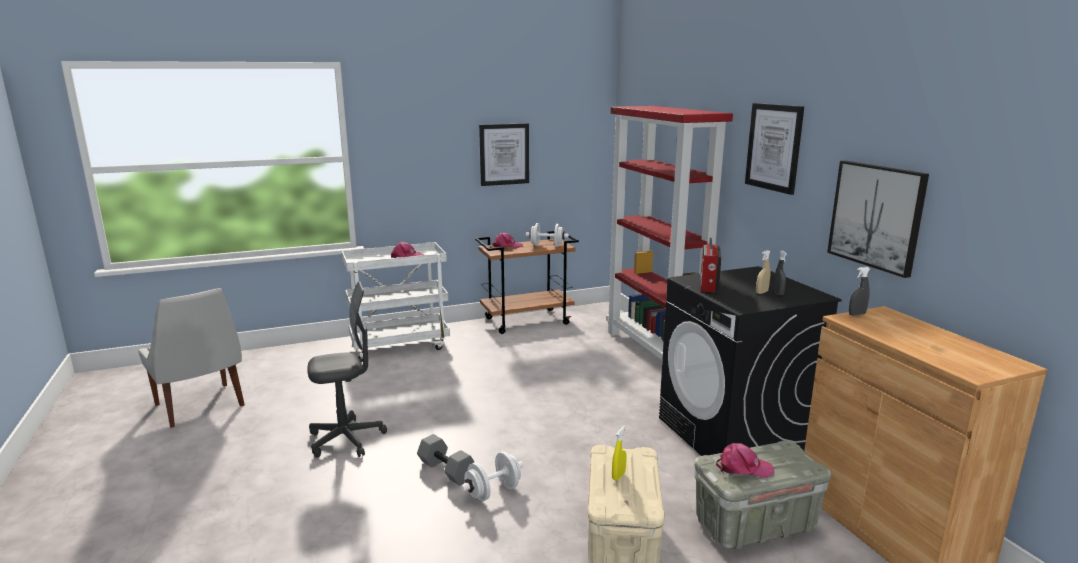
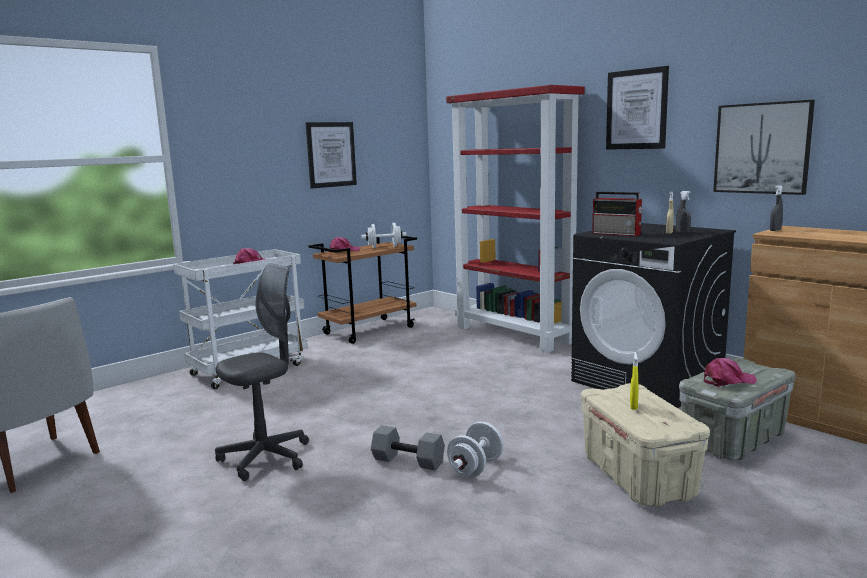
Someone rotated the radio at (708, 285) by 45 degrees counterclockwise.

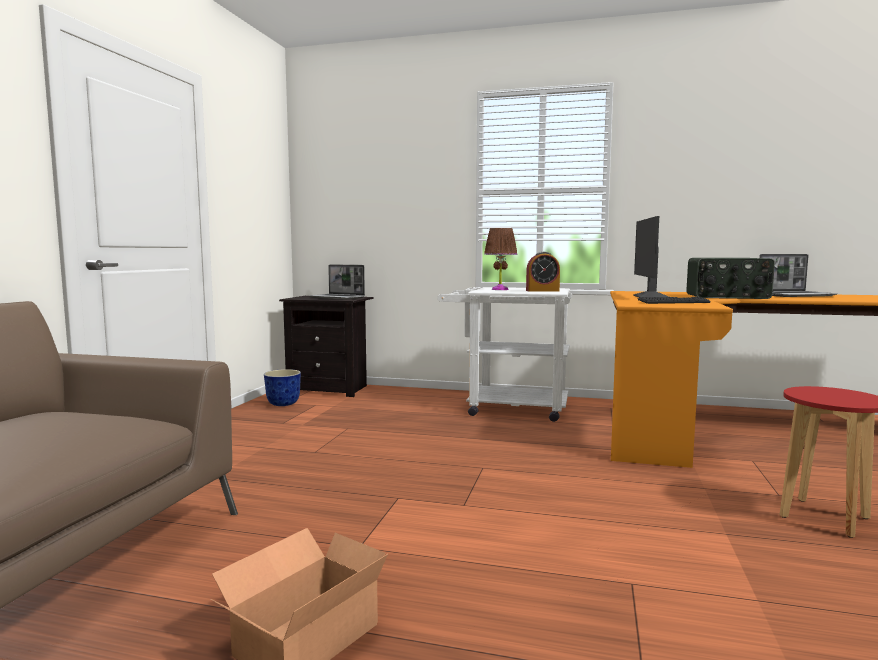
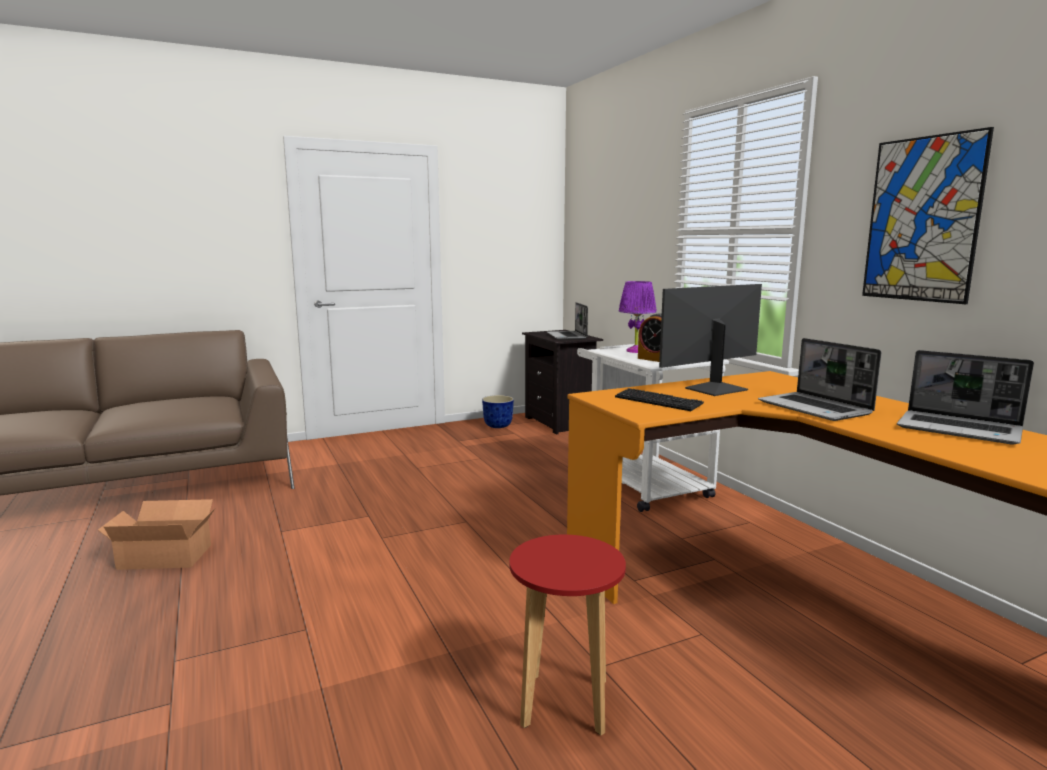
Someone repainted the lampa stołowa (brązowy) at (500, 289), which became the lampa stołowa (fioletowy) at (636, 351). Someone swapped the radio at (727, 296) for the laptop at (815, 408). Someone put up the obraz at (922, 219).

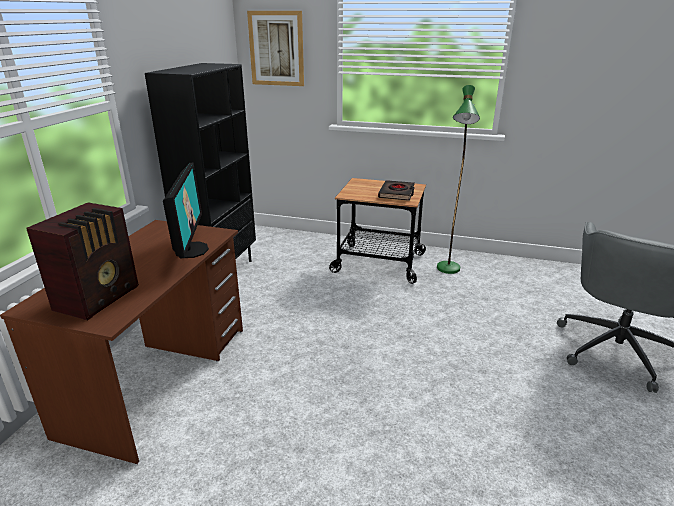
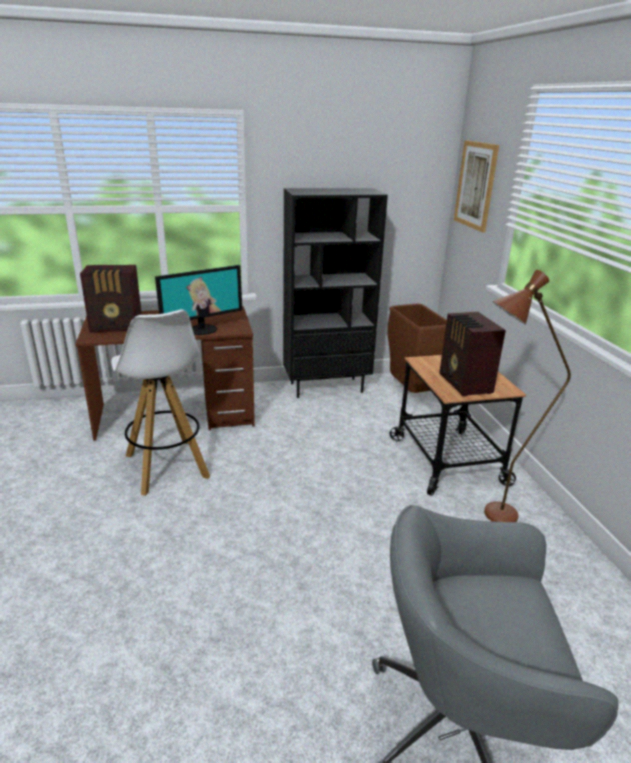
Someone put down the stołek (biały) at (167, 466). Someone put down the kosz na śmieci (brązowy) at (411, 393). Someone swapped the książka (czarny) at (397, 193) for the radio at (464, 384). Someone repainted the lampa stojąca (zielony) at (448, 272), which became the lampa stojąca (brązowy) at (490, 517).

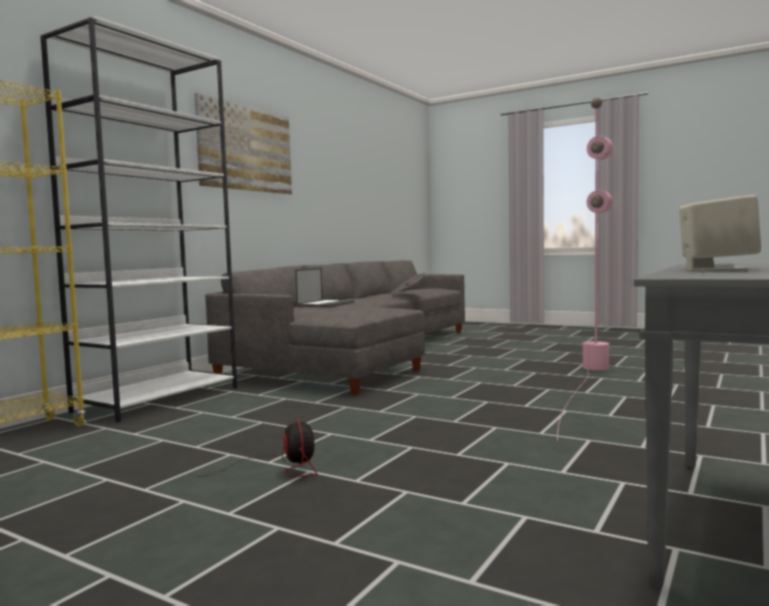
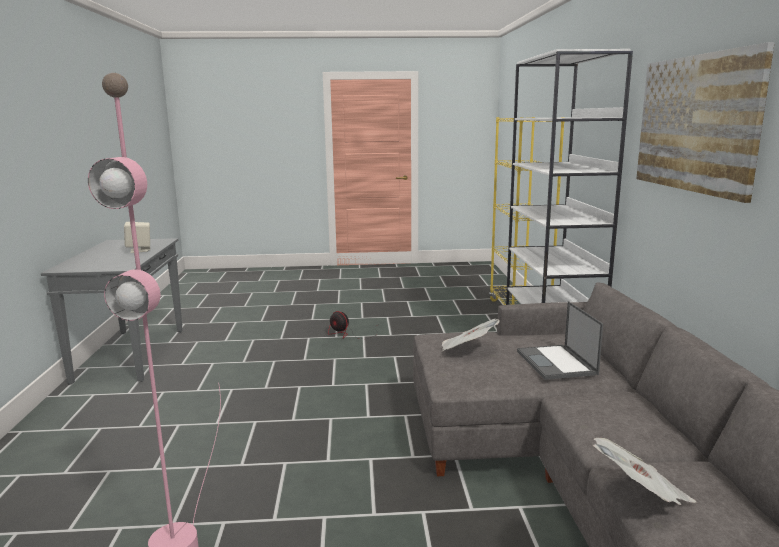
Someone put down the gazeta at (467, 349).

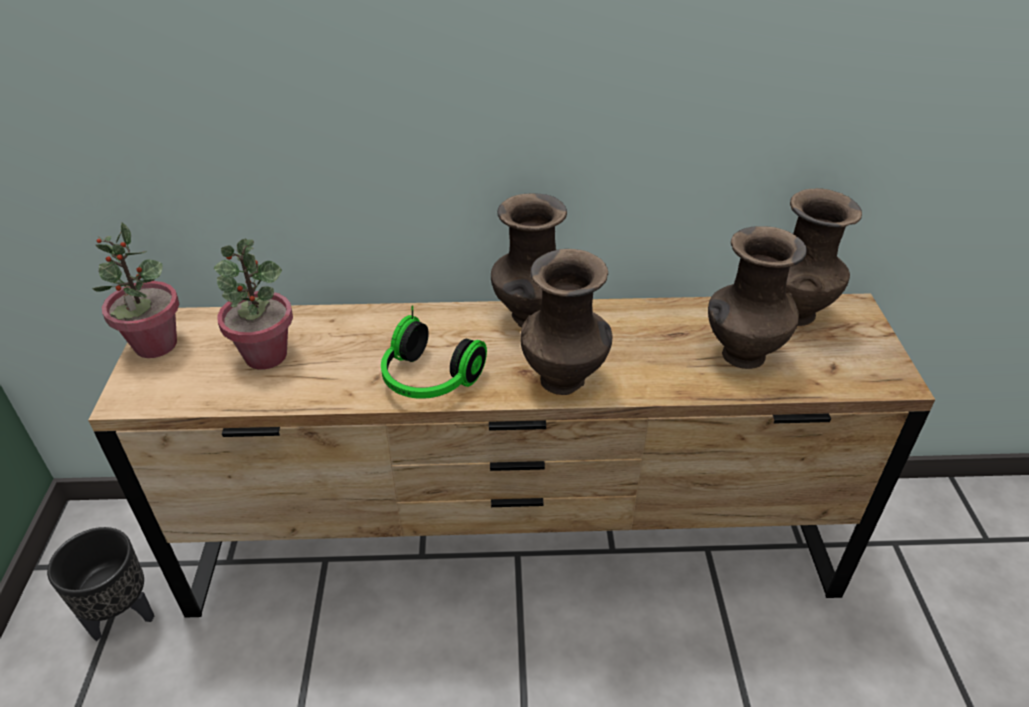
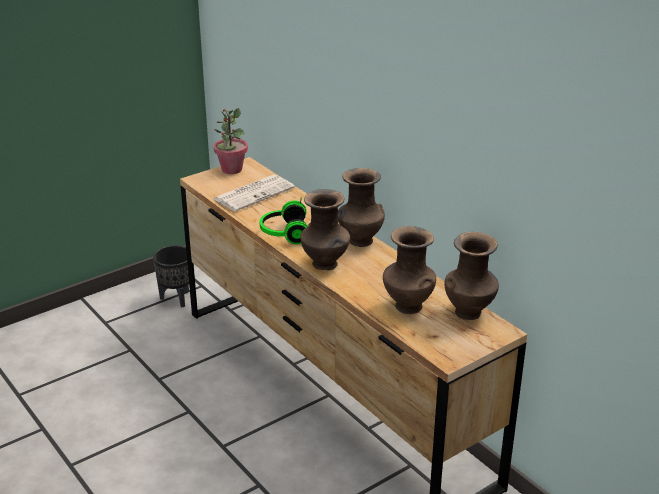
Someone swapped the roślina doniczkowa at (266, 355) for the gazeta at (254, 193).

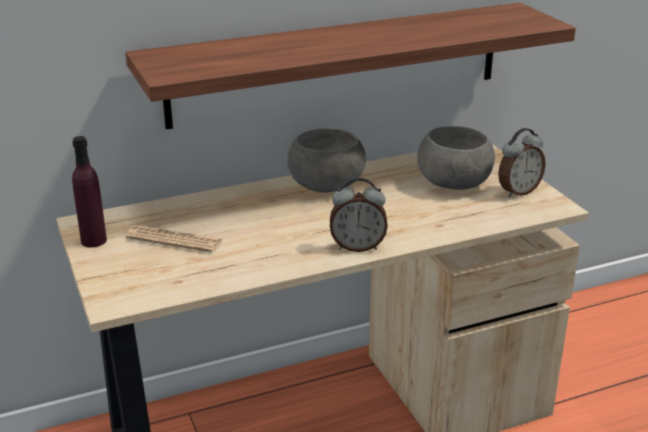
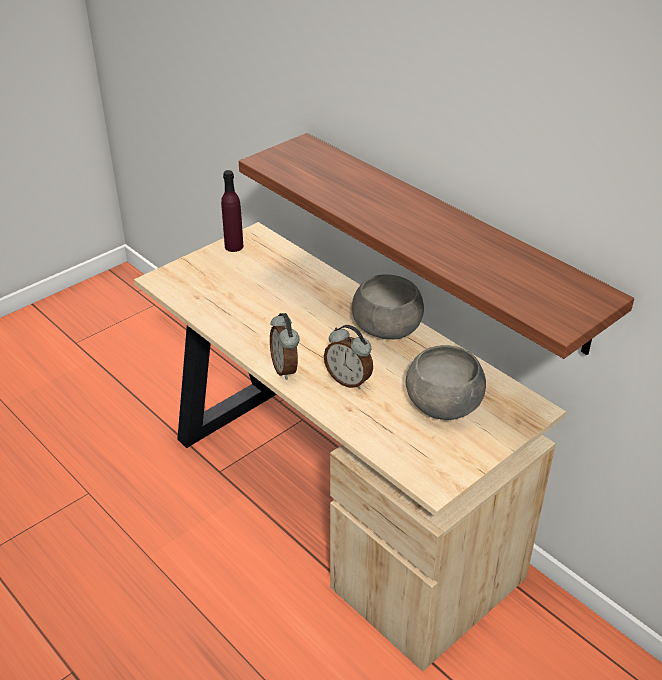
Someone carried the budzik from (518, 191) to (349, 380). Someone took away the gazeta at (174, 240).

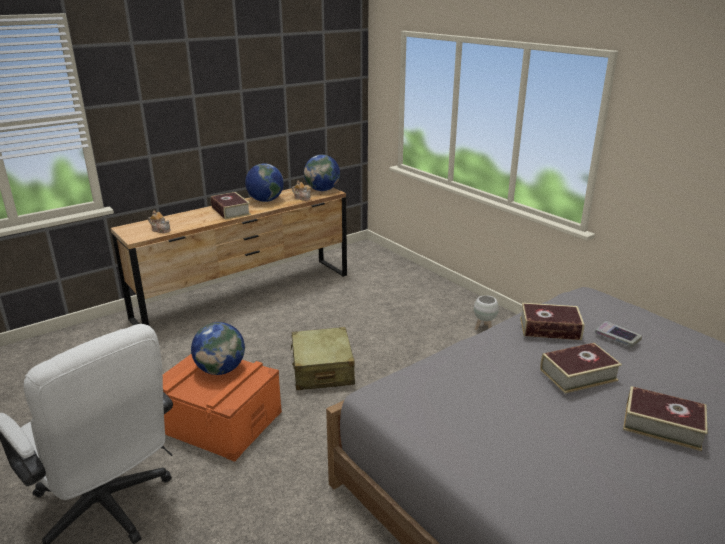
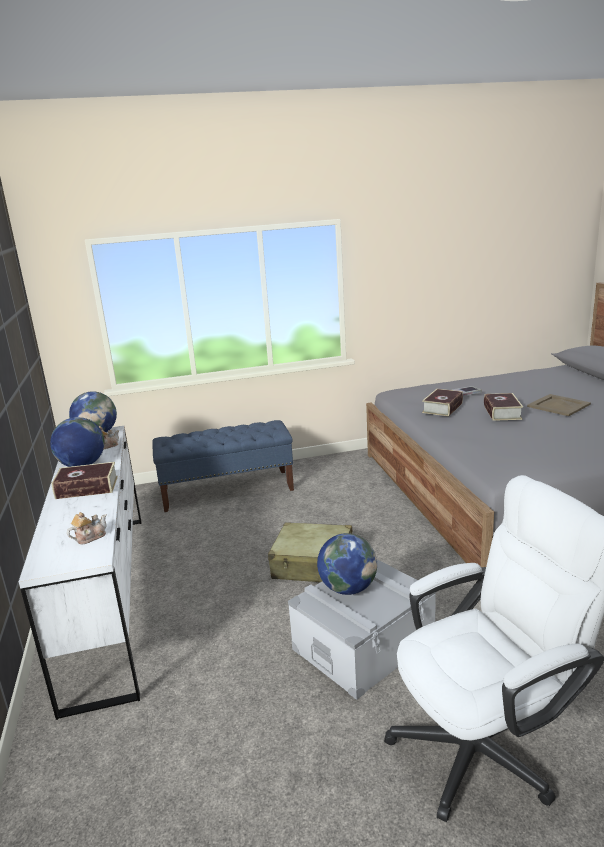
Someone repainted the komoda (brązowy) at (245, 296), which became the komoda (biały) at (109, 597). Someone put down the ławka (niebieski) at (228, 490). Someone repainted the pojemnik do przechowywania (pomarańczowy) at (219, 421), which became the pojemnik do przechowywania (szary) at (363, 644). Someone swapped the książka at (662, 425) for the taca (beżowy) at (559, 405). Someone took away the donica (biały) at (484, 329).

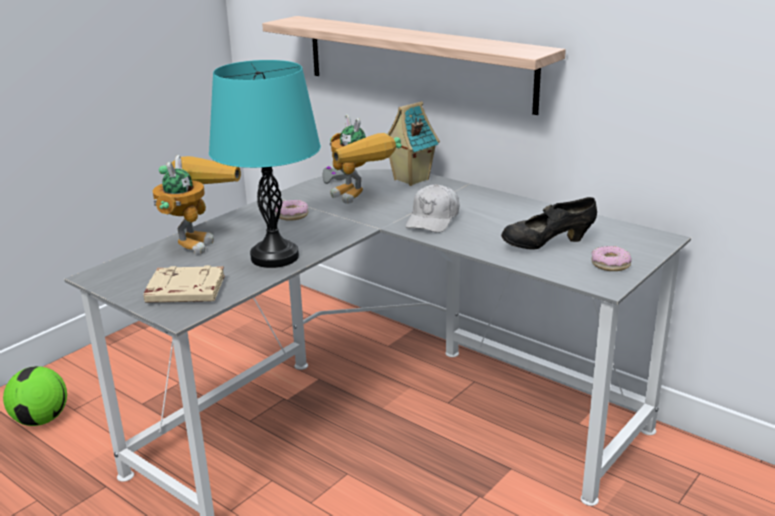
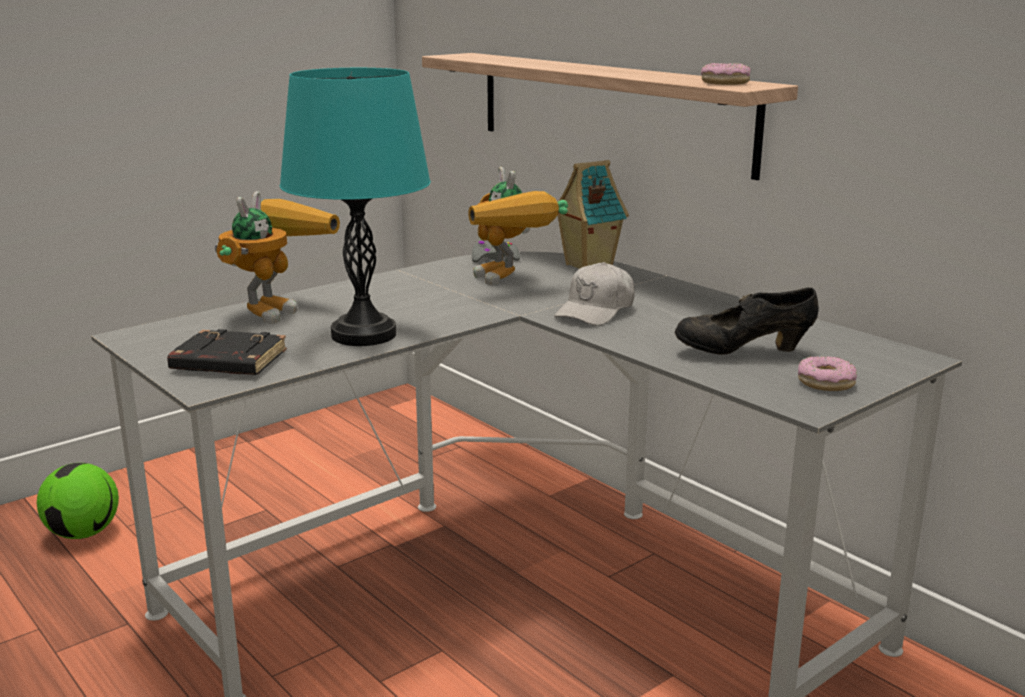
Someone repainted the książka (beżowy) at (185, 292), which became the książka (czarny) at (227, 362). Someone carried the donut from (292, 215) to (725, 82).

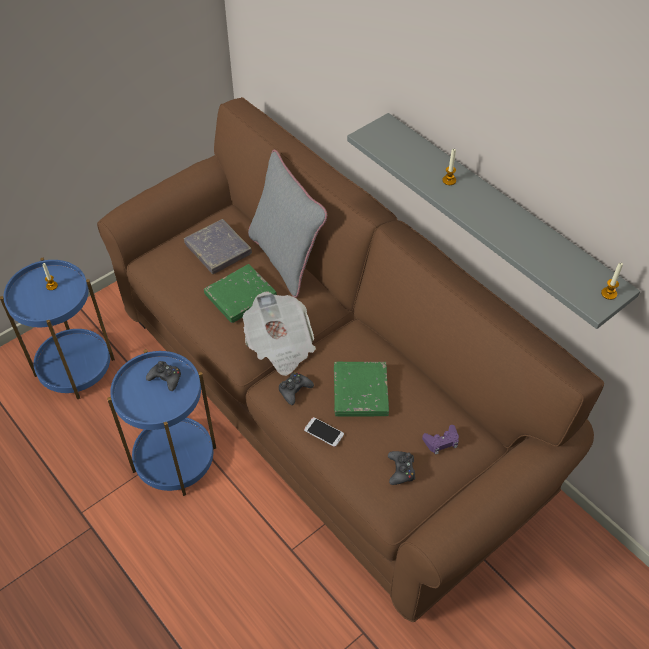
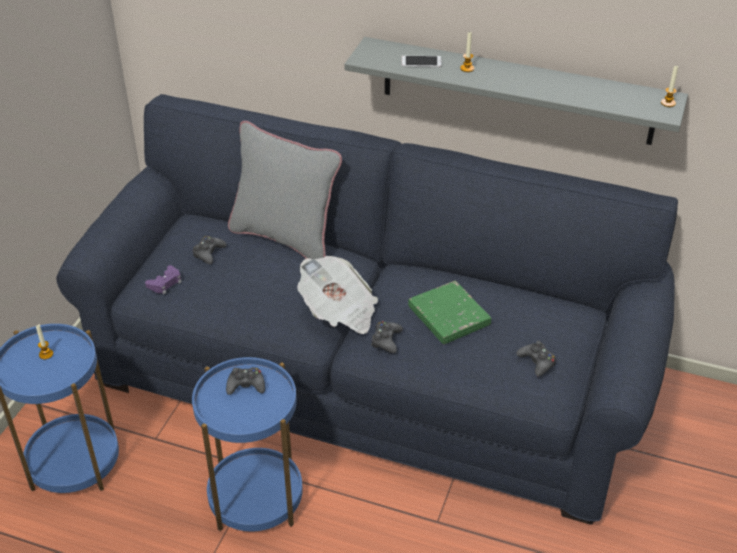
Someone repainted the kanapa (brązowy) at (325, 400), which became the kanapa (niebieski) at (369, 378). Someone carried the pad do gier (fioletowy) from (441, 441) to (165, 283). Someone swapped the książka (szary) at (218, 249) for the pad do gier (czarny) at (208, 253). Someone carried the telefon from (324, 432) to (421, 62). Someone took away the książka (zielony) at (240, 296).

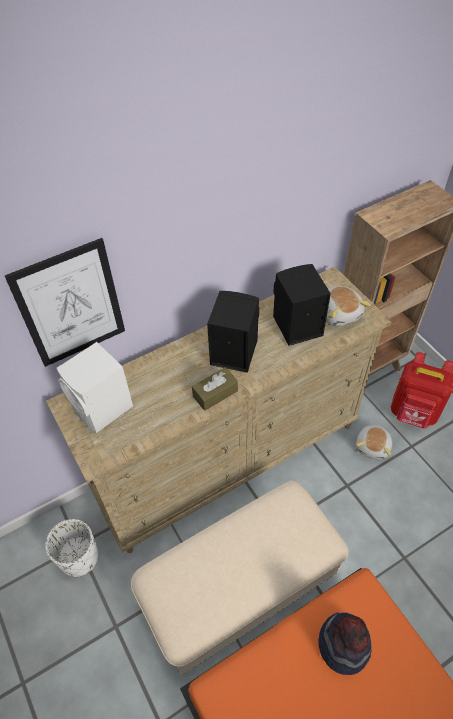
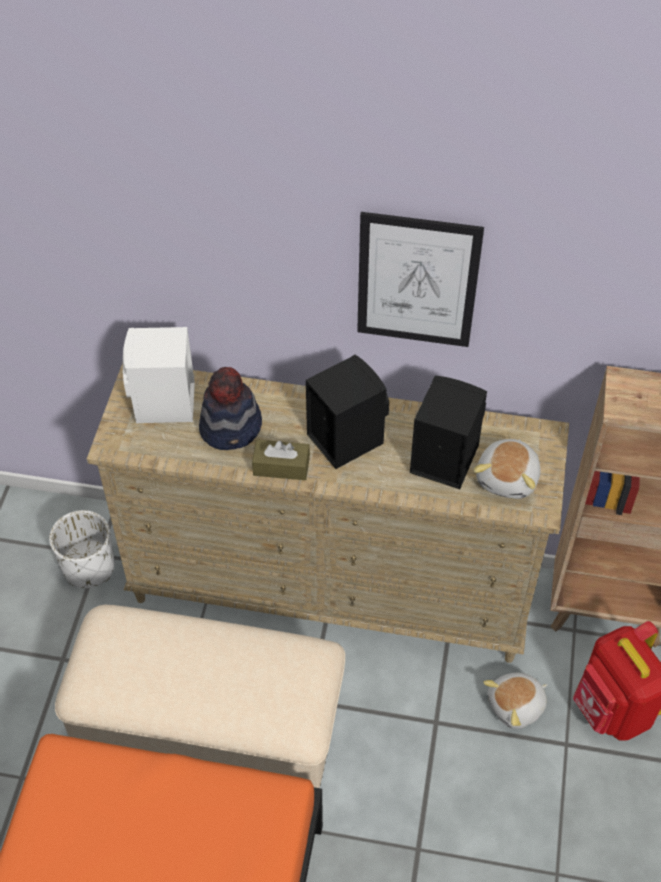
Someone carried the kapelusz from (344, 644) to (231, 427). Someone carried the obraz from (70, 305) to (417, 281).

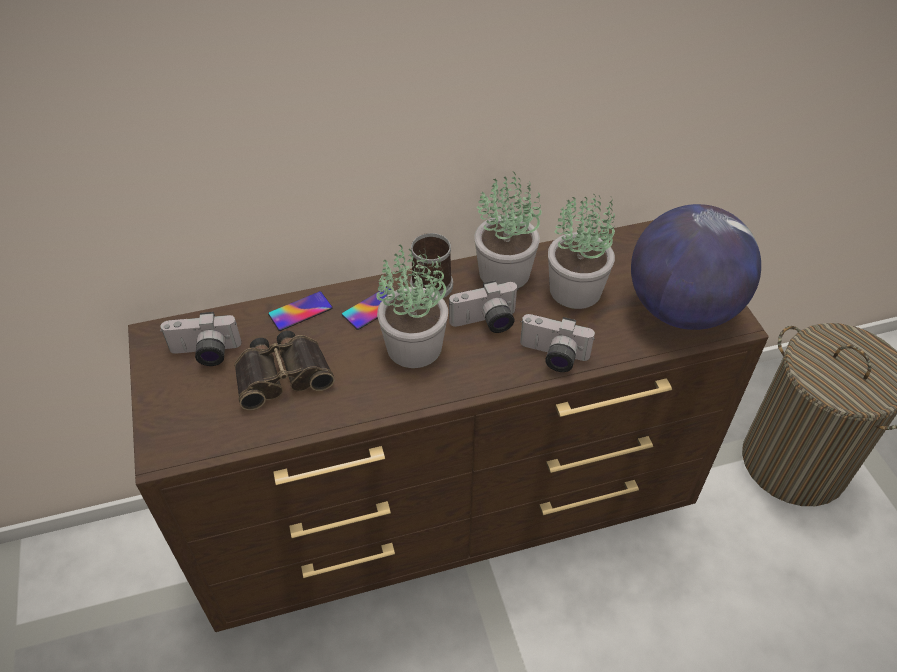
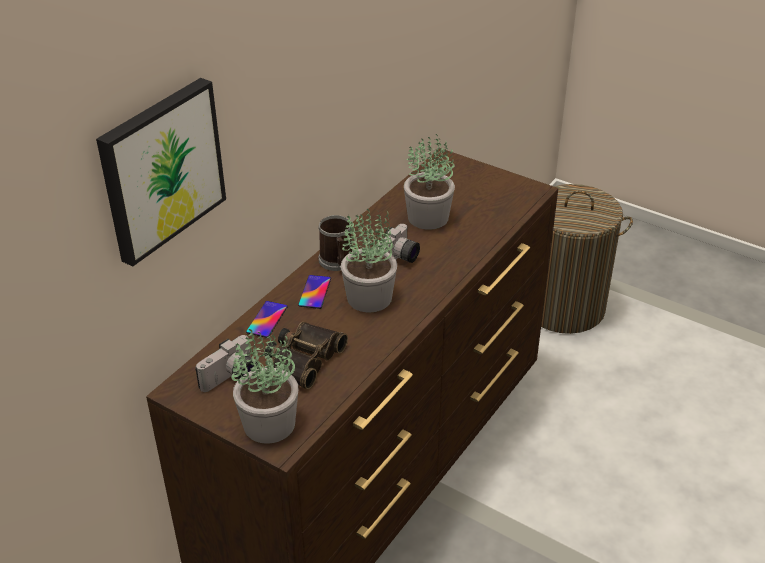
Someone put up the obraz at (161, 169). Someone carried the roślina doniczkowa from (505, 272) to (270, 423). Someone took away the aparat fotograficzny at (552, 356). Someone took away the globus at (681, 309).

